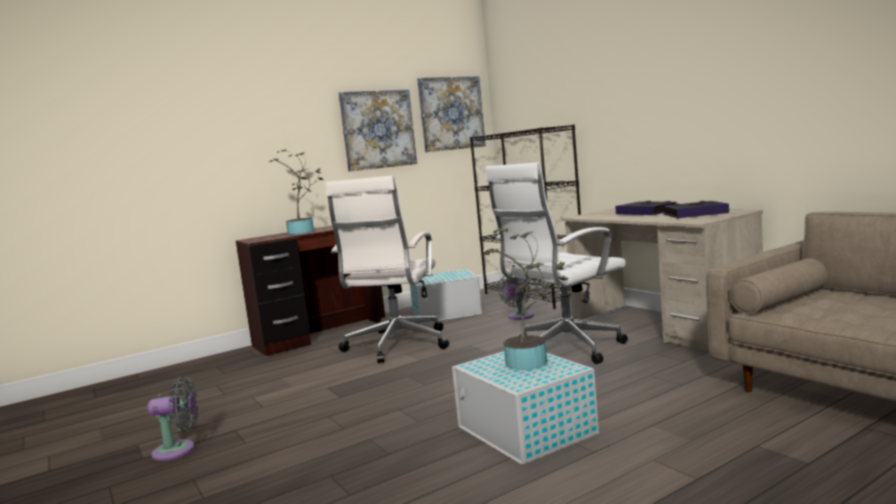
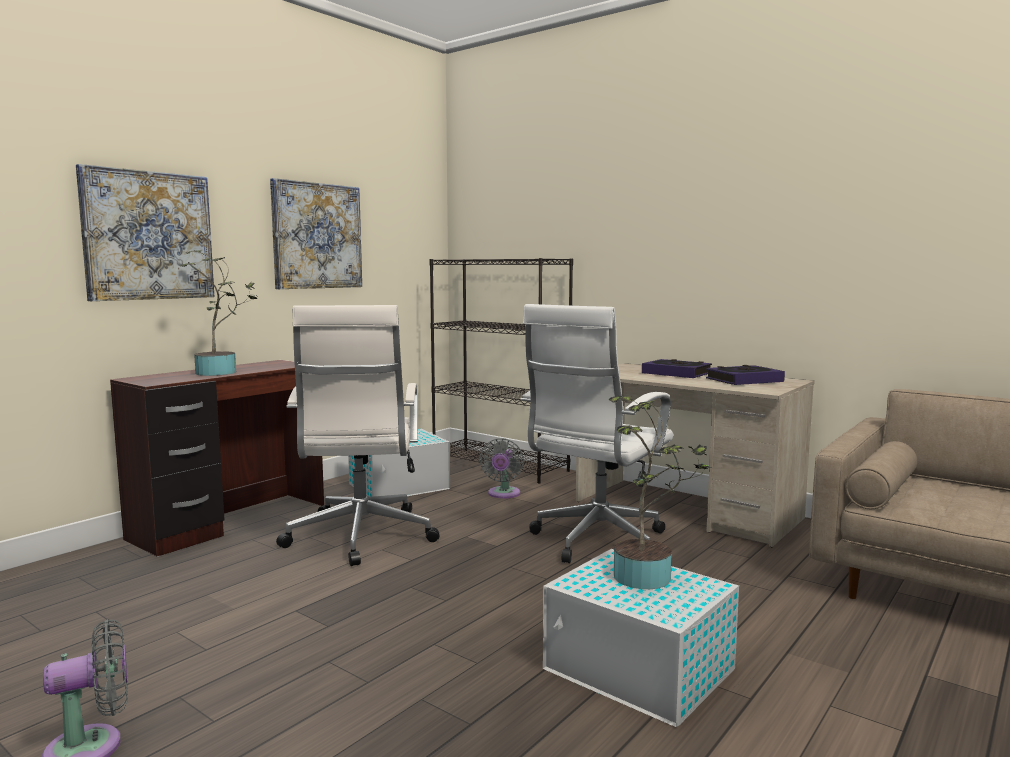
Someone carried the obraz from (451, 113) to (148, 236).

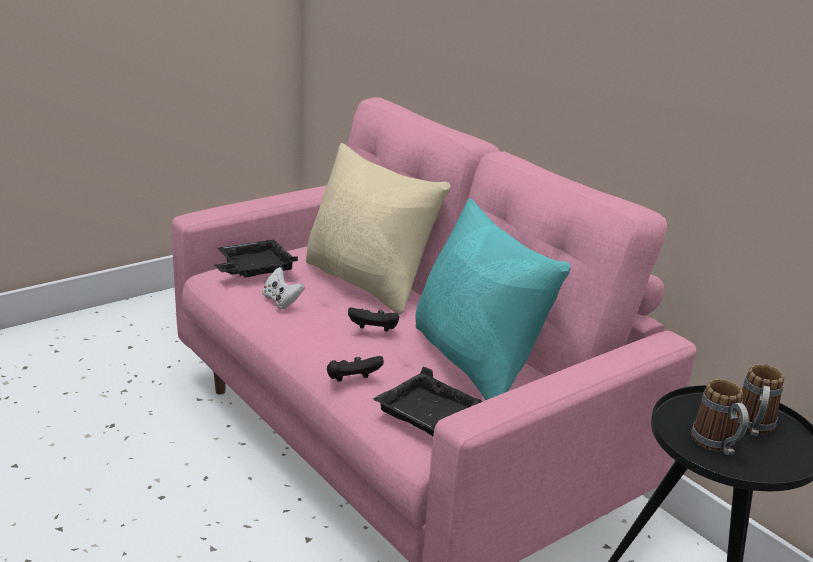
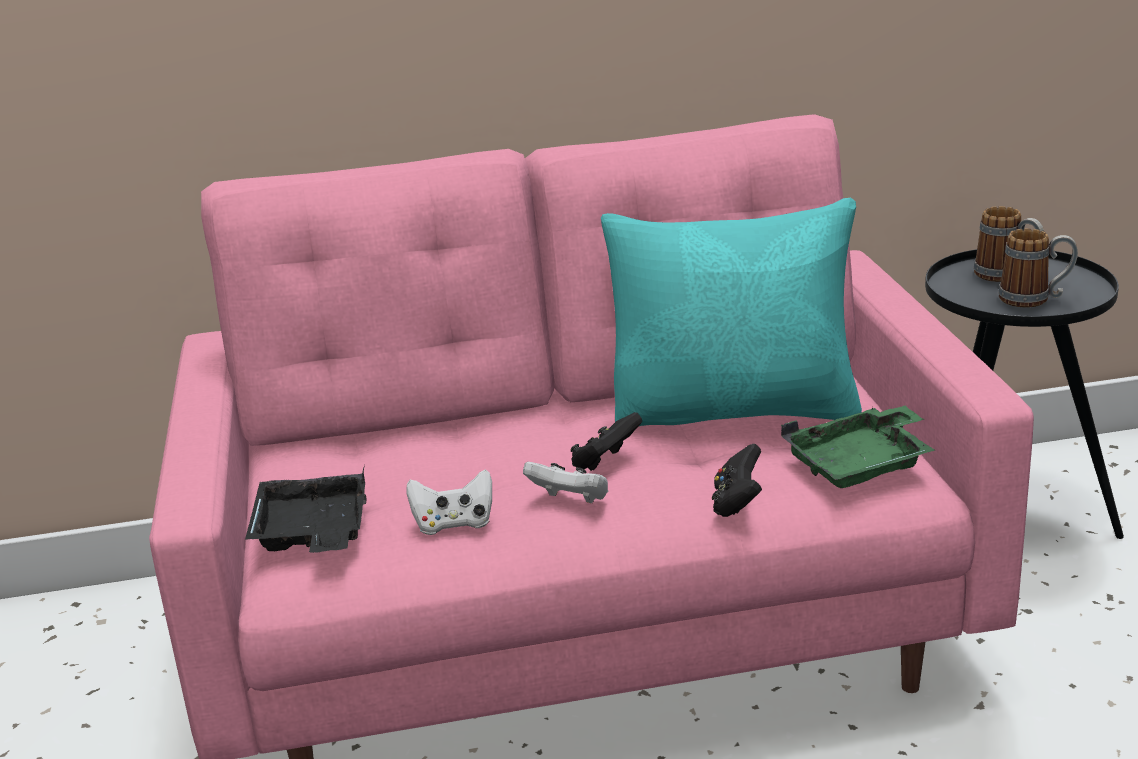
Someone put down the pad do gier (biały) at (570, 501). Someone repainted the taca (czarny) at (430, 418), which became the taca (zielony) at (860, 464). Someone took away the poduszka (beżowy) at (368, 283).

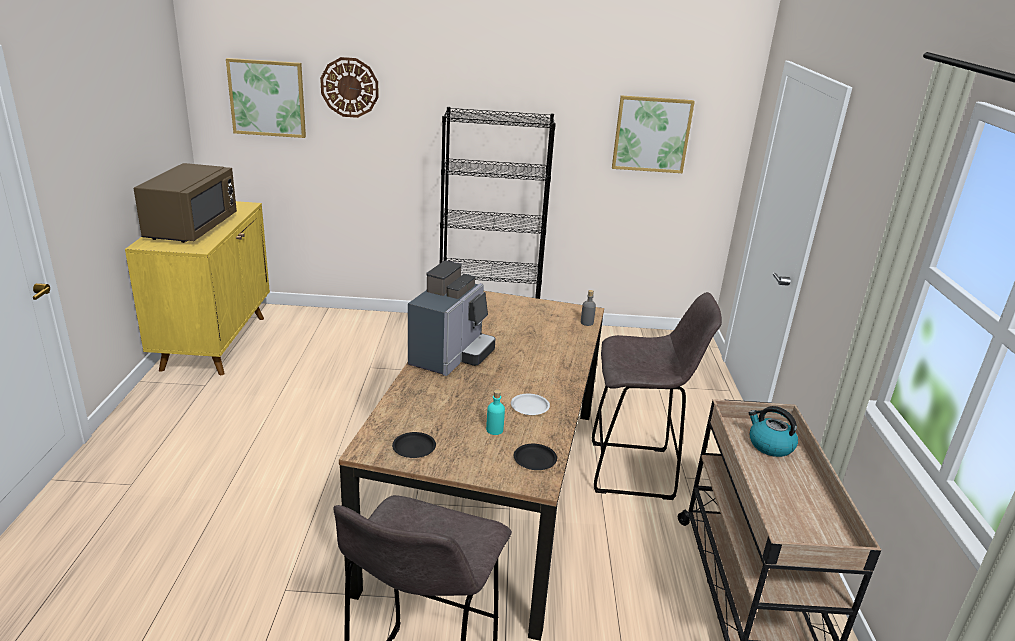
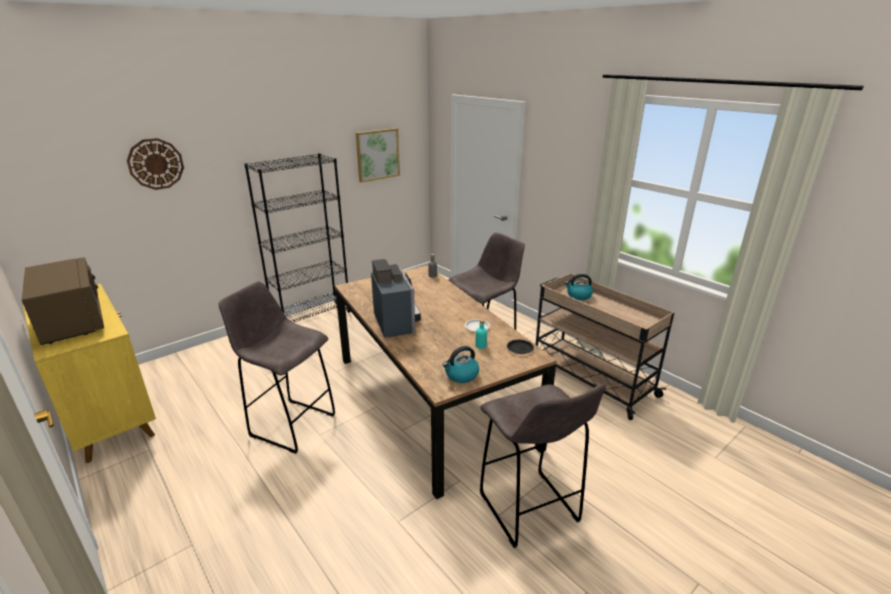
Someone put down the stołek (szary) at (291, 424). Someone swapped the talerz (czarny) at (414, 448) for the czajnik at (461, 375). Someone took away the obraz at (267, 98).

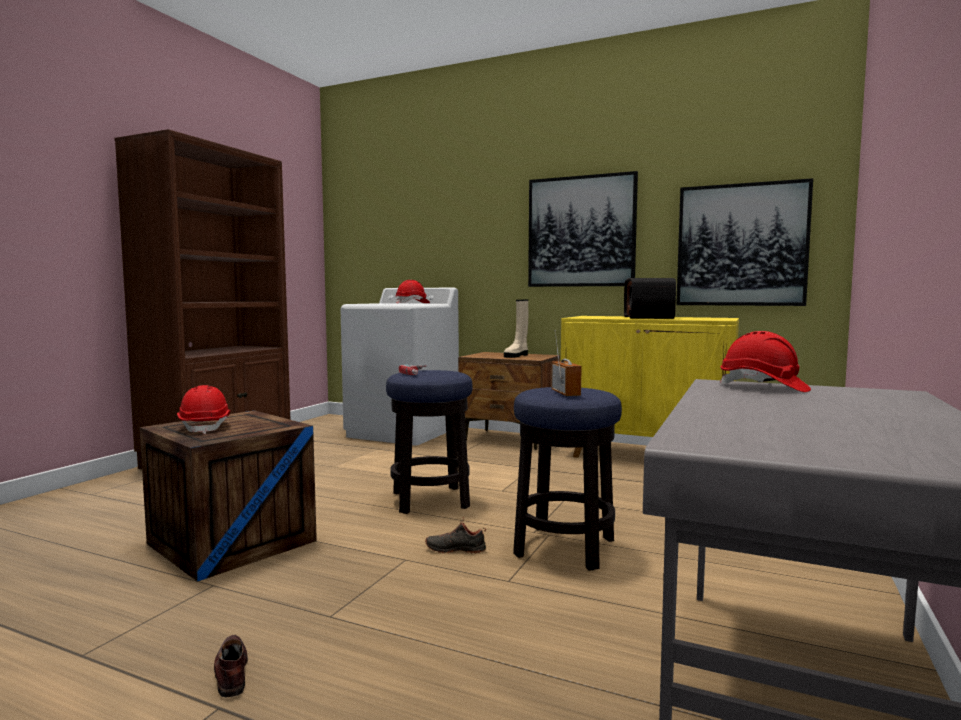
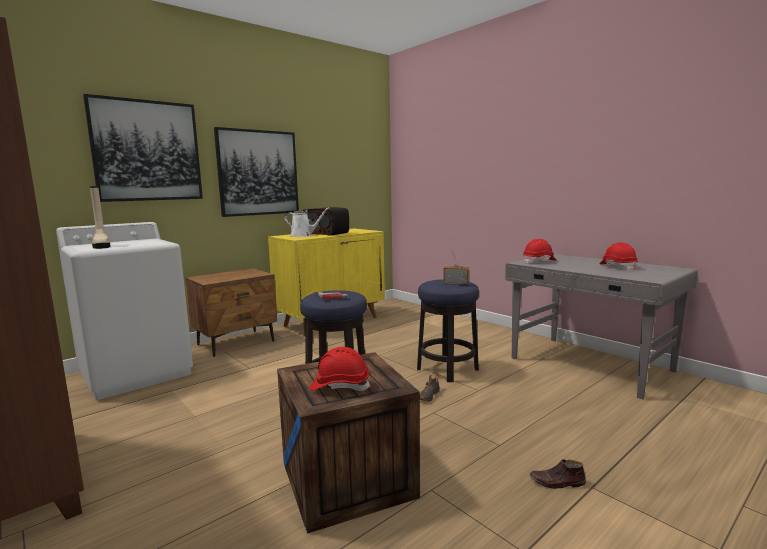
Someone carried the obraz from (741, 245) to (147, 151). Someone carried the but z cholewką (beżowy) from (516, 356) to (102, 246). Someone put down the konewka (biały) at (303, 236). Someone carried the kask (czerwony) from (412, 303) to (618, 267).

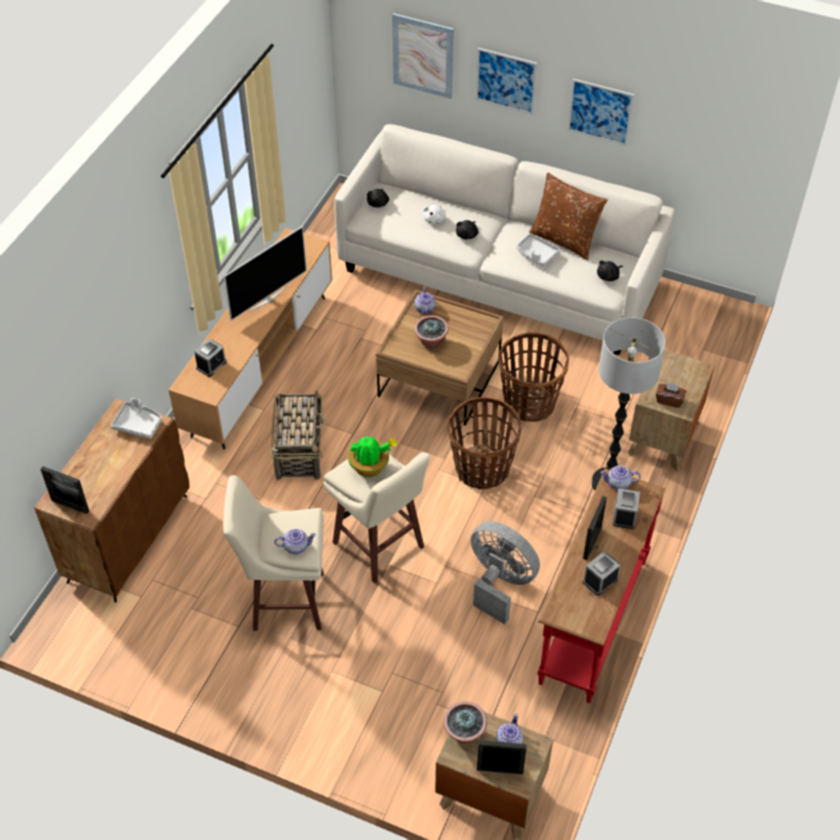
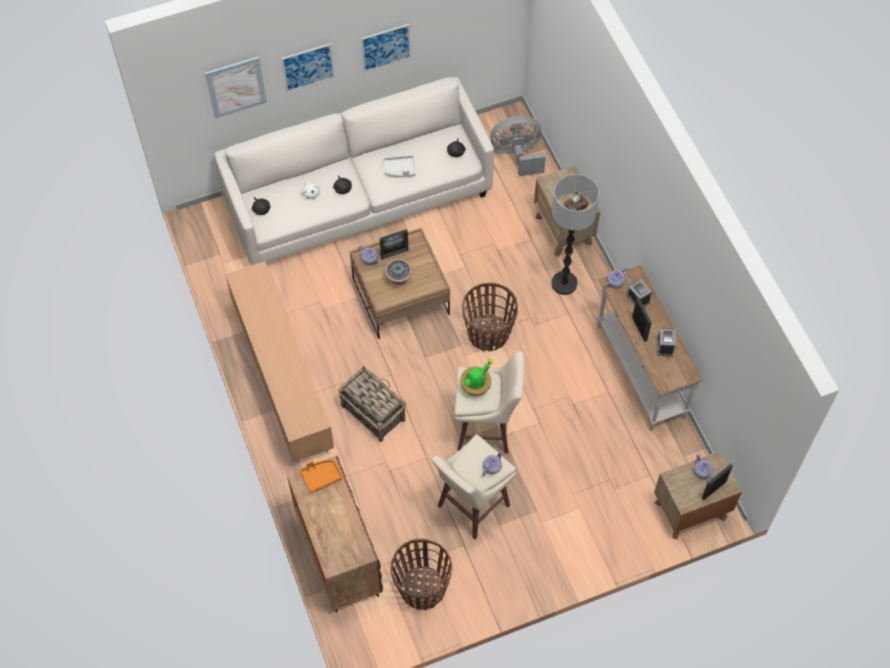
Someone repainted the taca (szary) at (138, 424), which became the taca (pomarańczowy) at (321, 477). Someone carried the ramka na zdjęcie from (70, 505) to (394, 254). Someone carried the koszyk from (529, 403) to (422, 588). Someone carried the wentylator (szary) from (500, 582) to (518, 155). Someone repainted the stolik konsolowy (czerwony) at (591, 620), which became the stolik konsolowy (biały) at (639, 372). Someone took away the budzik at (211, 365). Someone took away the telewizor at (267, 299). Someone took away the roślina doniczkowa at (464, 733). Someone took away the poduszka (brązowy) at (564, 240).

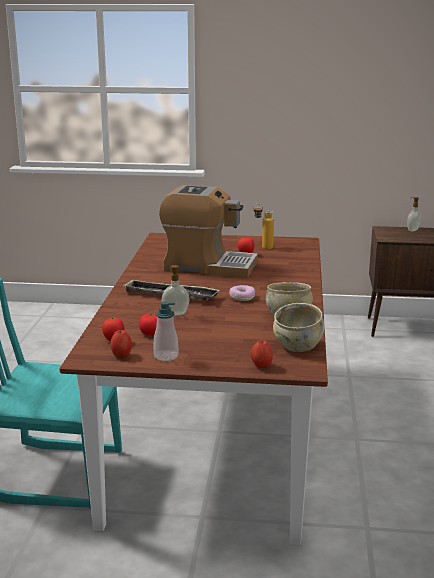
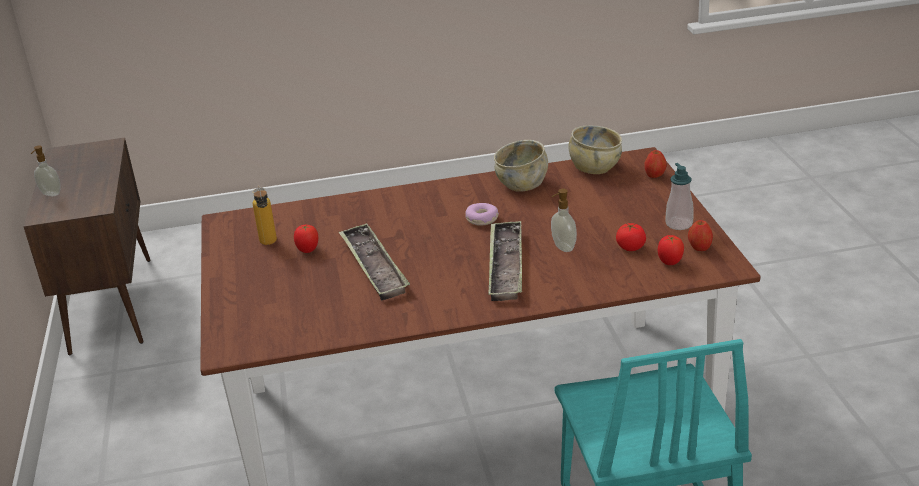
Someone swapped the ekspres do kawy at (208, 266) for the taca at (374, 267).

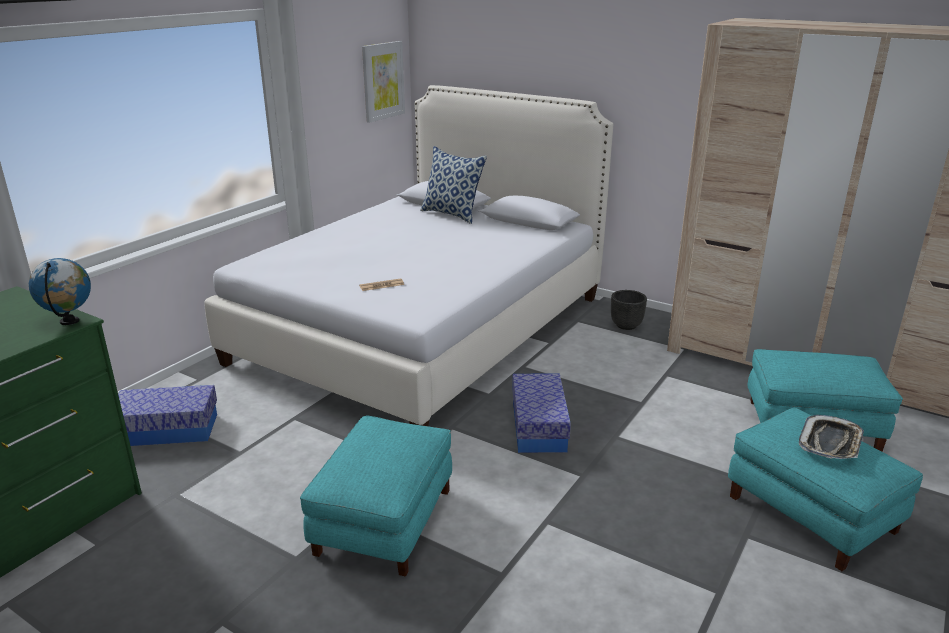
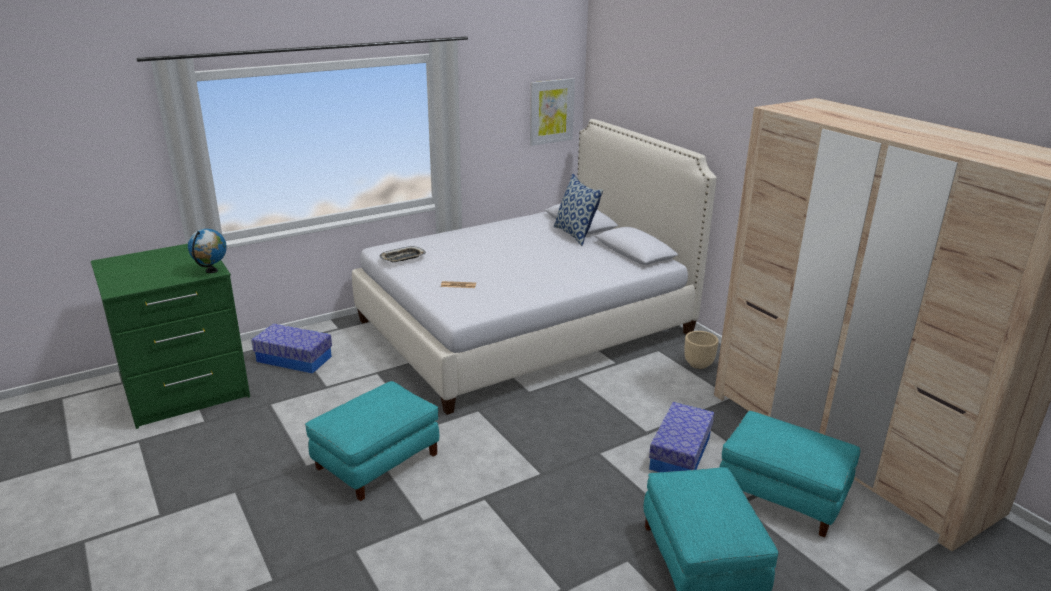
Someone carried the taca from (830, 442) to (402, 258). Someone carried the pojemnik do przechowywania from (538, 426) to (680, 453). Someone repainted the donica (czarny) at (626, 325), which became the donica (beżowy) at (699, 364).

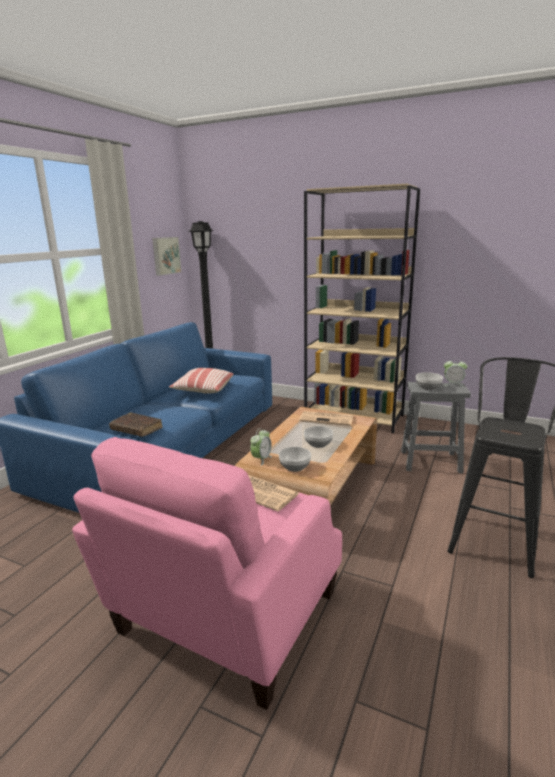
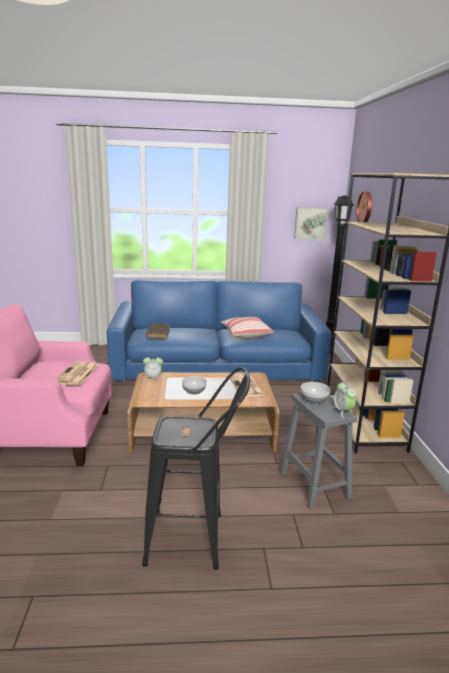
Someone put up the zegar ścienny at (365, 207). Someone took away the miska at (294, 467).

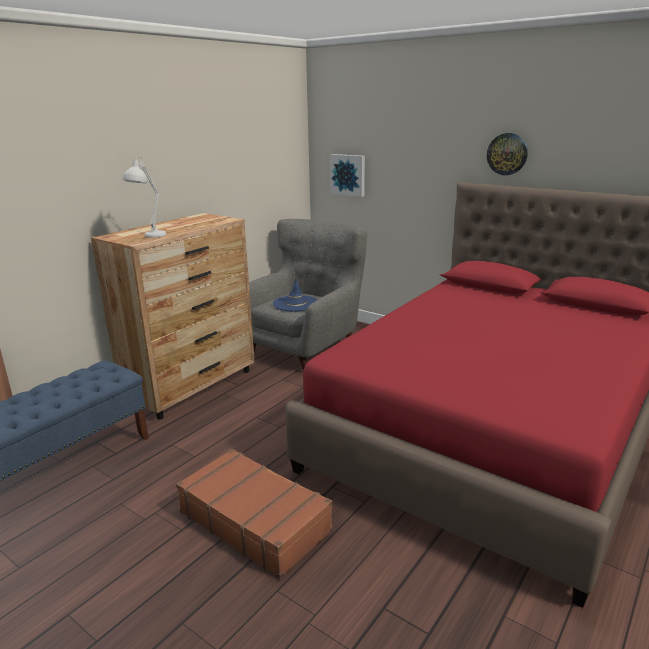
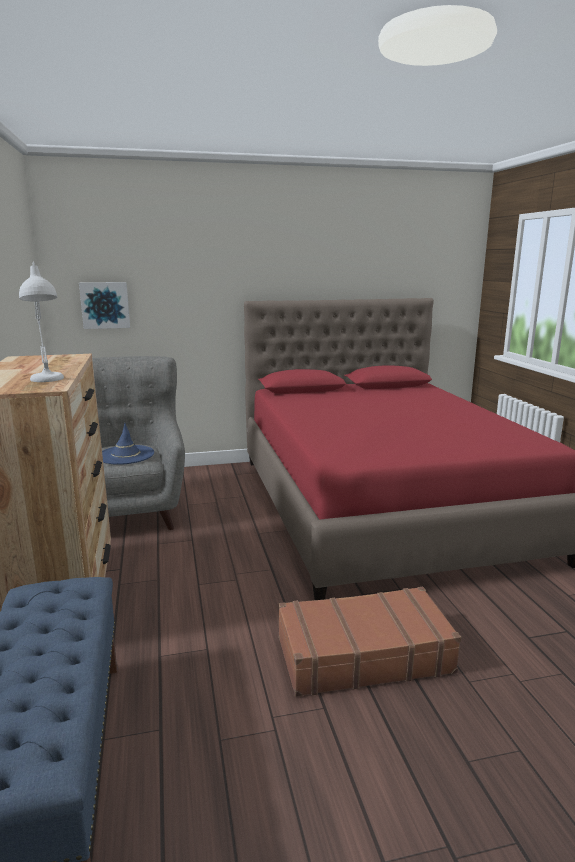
Someone took away the zegar ścienny at (507, 154).

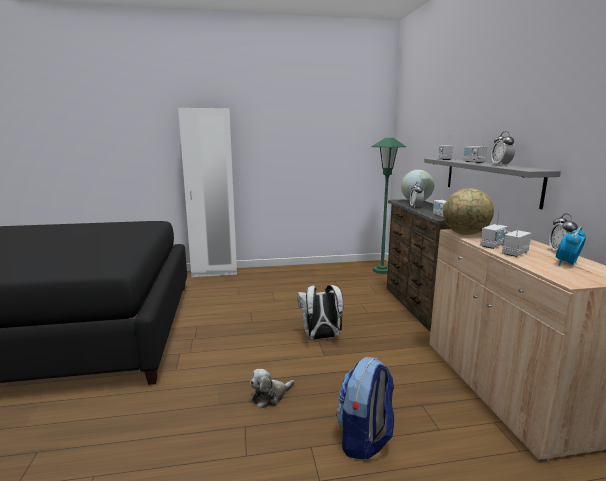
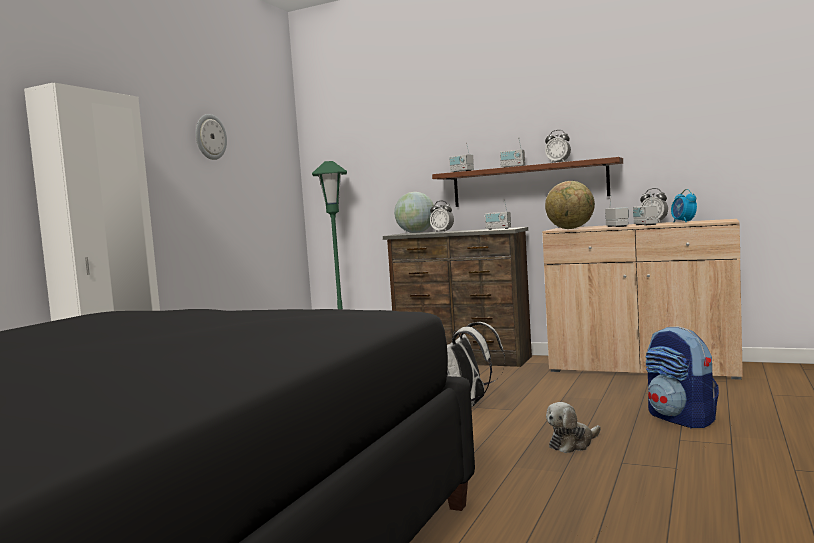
Someone put up the zegar ścienny at (210, 137). Someone repainted the półka (szary) at (489, 179), which became the półka (brązowy) at (528, 184). Someone rotated the pluszak at (270, 396) by 60 degrees clockwise.

